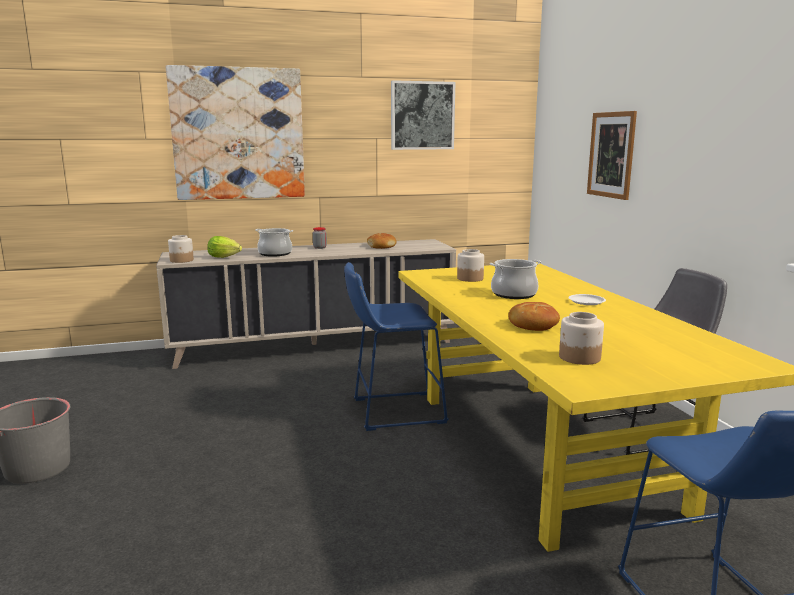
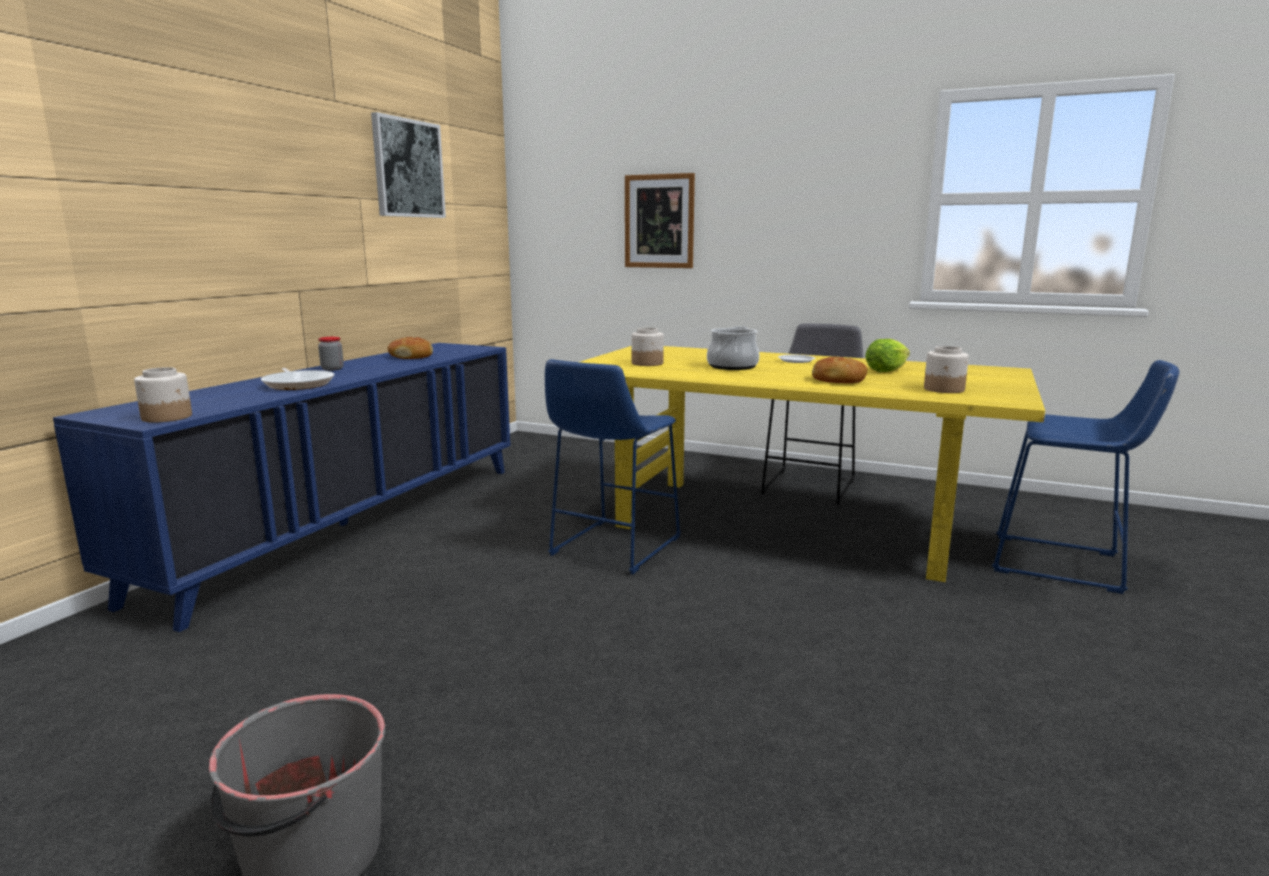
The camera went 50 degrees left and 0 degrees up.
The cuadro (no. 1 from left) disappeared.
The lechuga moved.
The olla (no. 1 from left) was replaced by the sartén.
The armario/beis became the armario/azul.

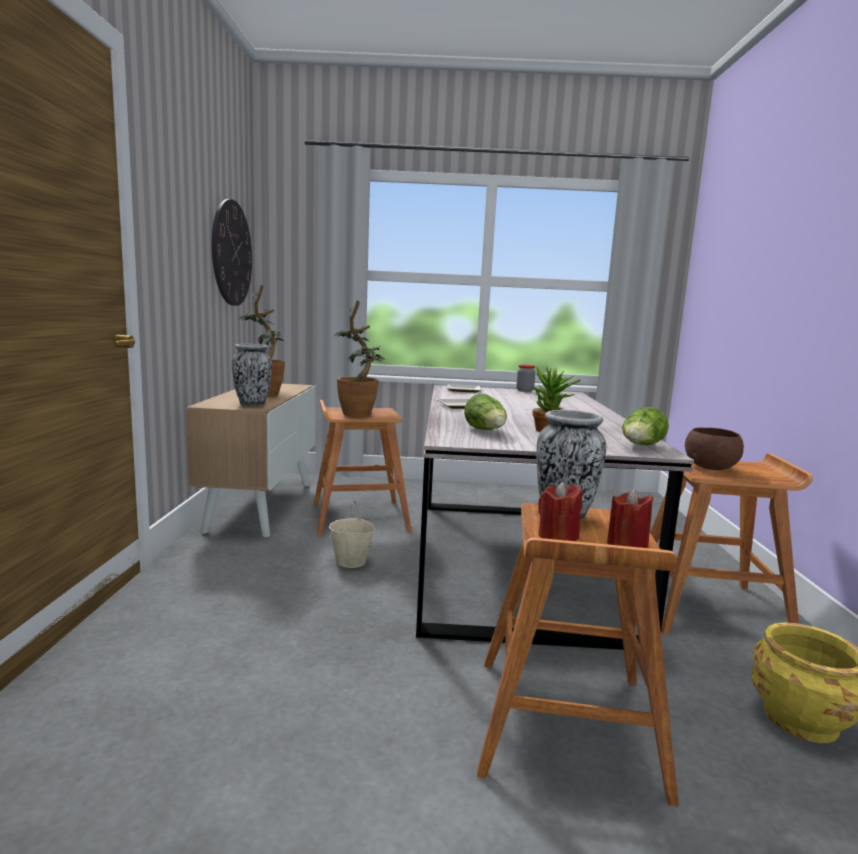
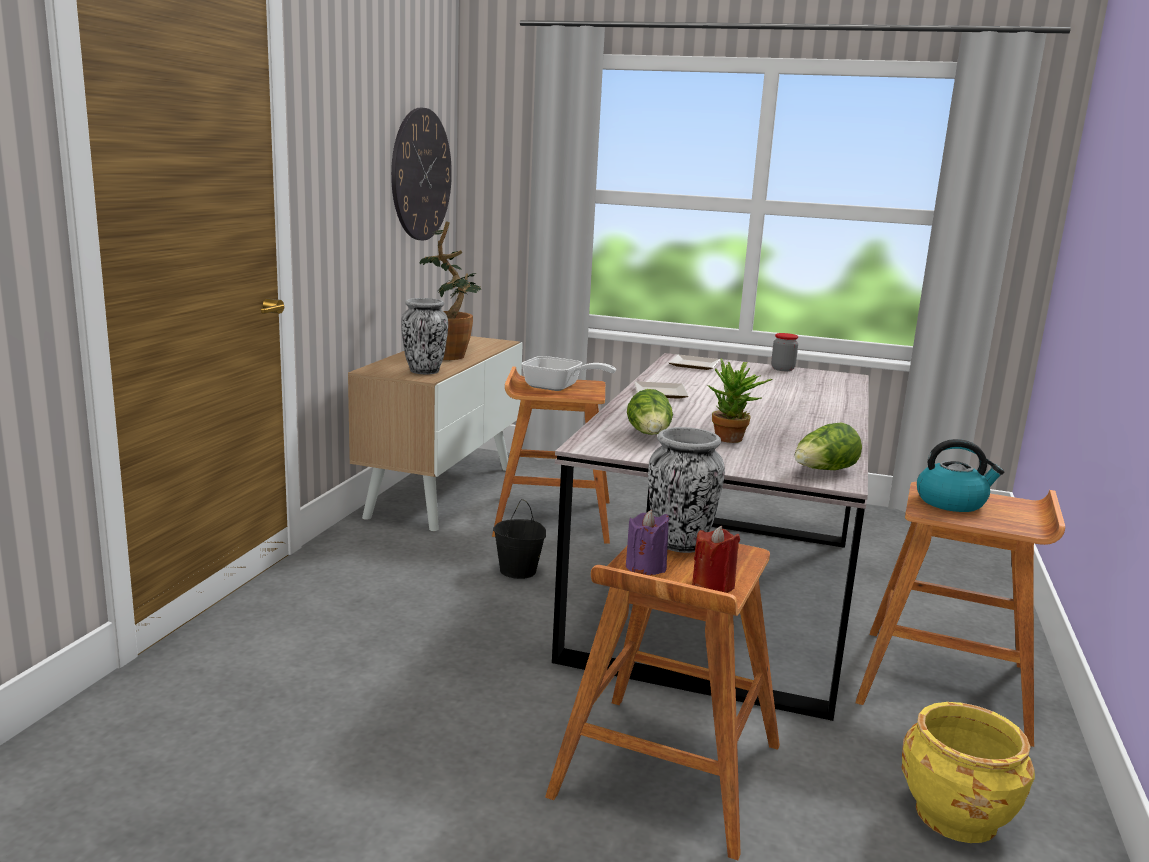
The camera went 15 degrees right and 5 degrees up.
The planta en maceta (no. 2 from left) was replaced by the sartén.
The cuenco/marrón was replaced by the hervidor.
The cubo/beis became the cubo/negro.
The vela/rojo (no. 1 from left) became the vela/morado.

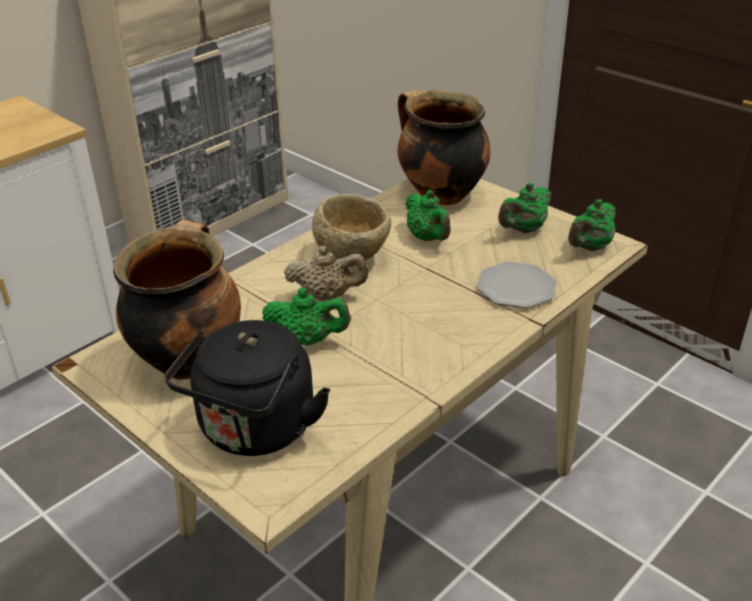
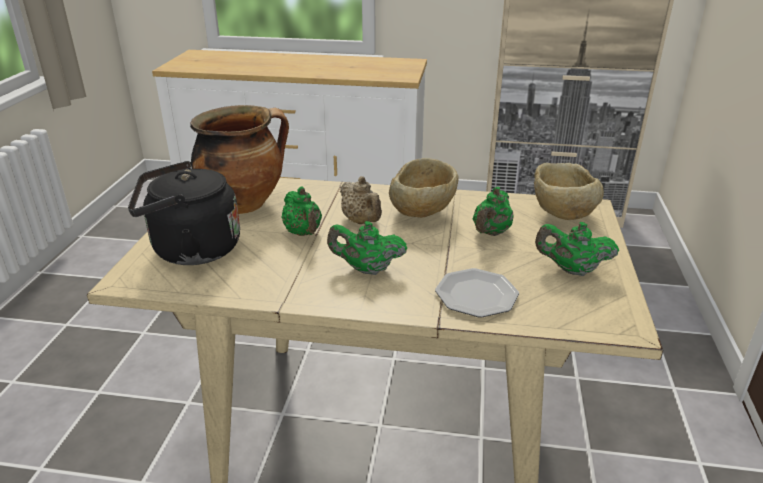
The camera went 55 degrees right and 5 degrees down.
The tetera/verde (no. 4 from left in the first image) moved.
The olla (no. 2 from left) was replaced by the cuenco/beis (no. 2 from left).

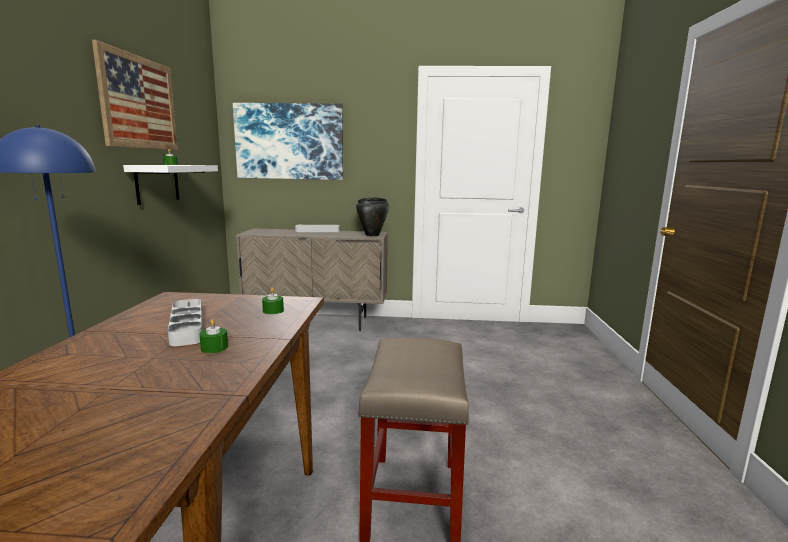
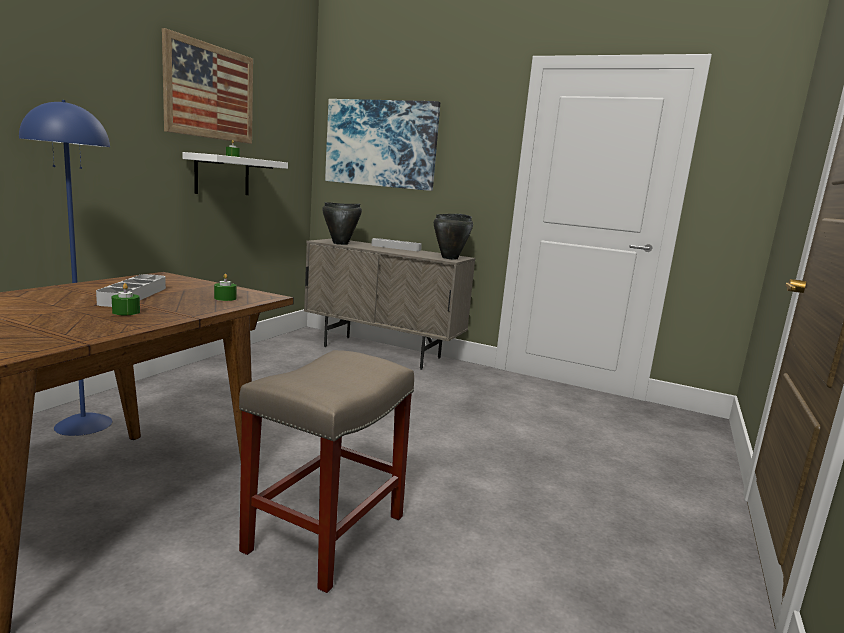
The camera went 20 degrees right and 0 degrees up.
The olla/negro (no. 1 from left) appeared.

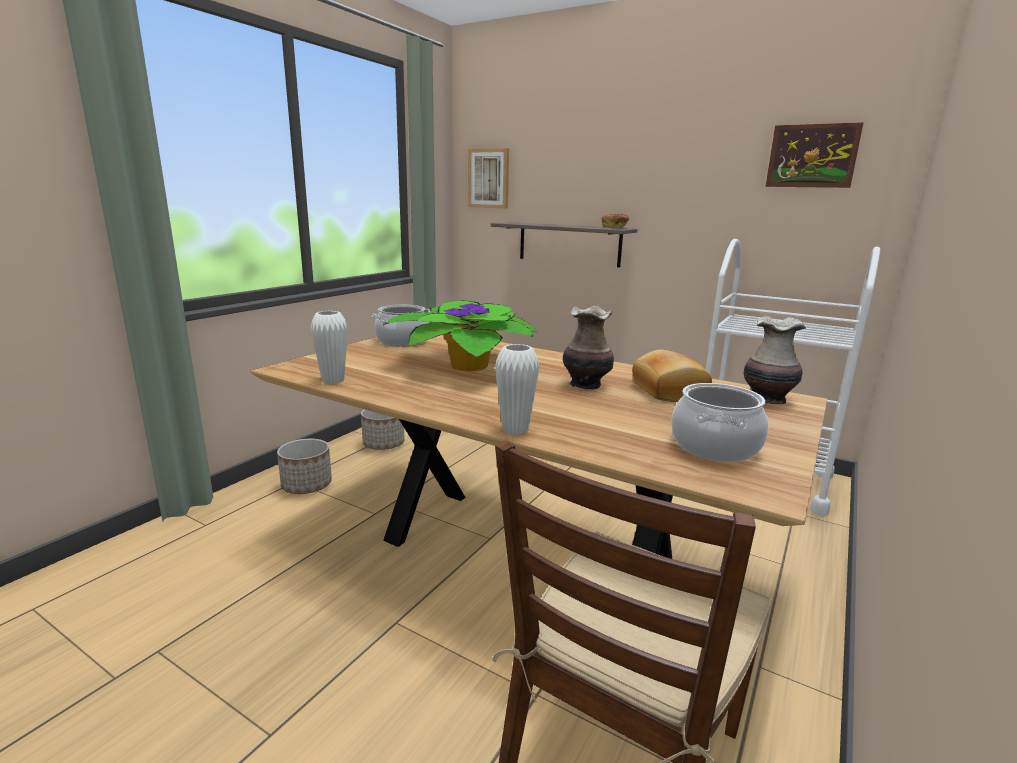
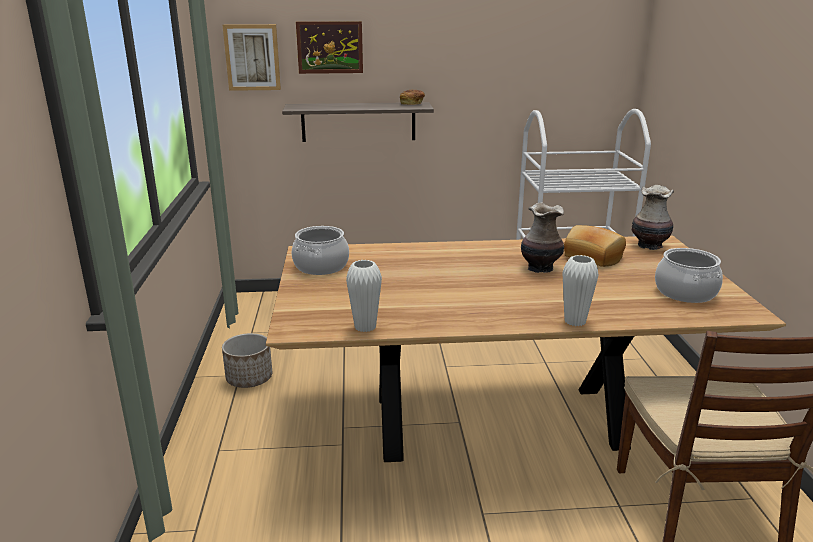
The camera went 35 degrees left and 5 degrees up.
The maceta (no. 1 from left) disappeared.
The planta en maceta disappeared.
The cuadro (no. 2 from left) moved.

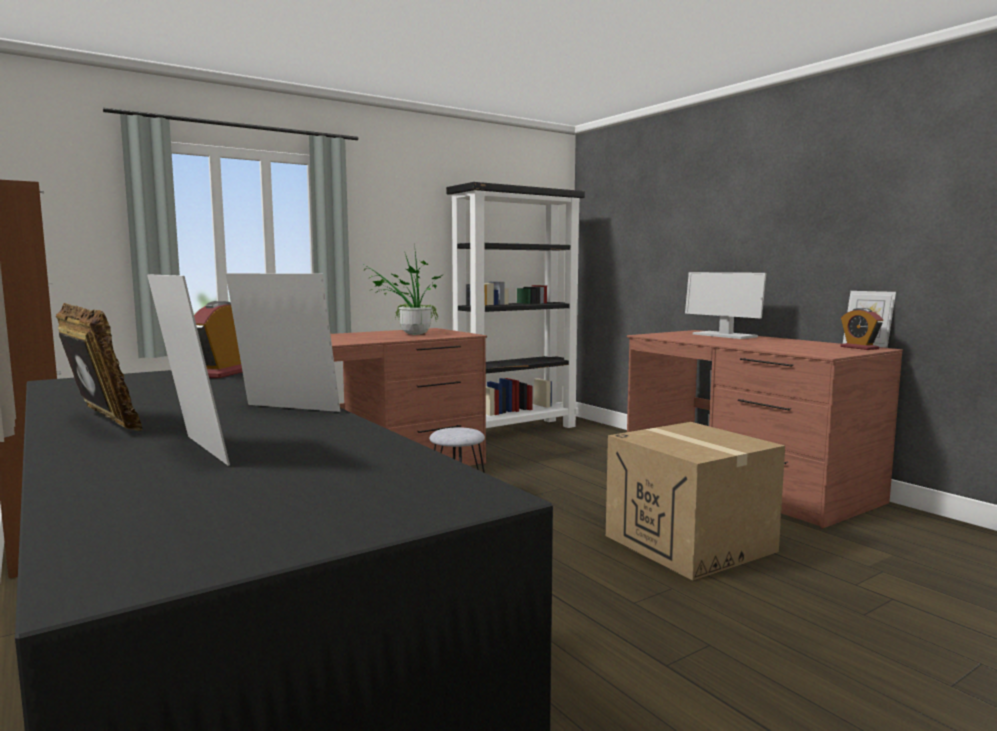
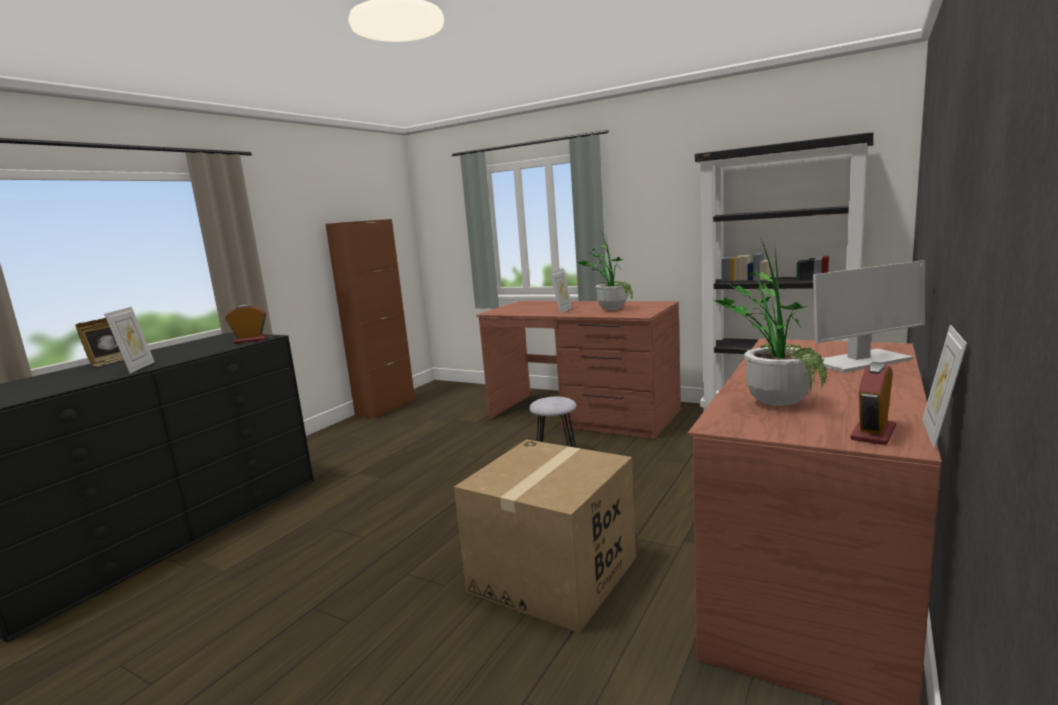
The camera went 65 degrees right and 5 degrees up.
The planta en maceta (no. 2 from left) appeared.
The portarretratos (no. 2 from left in the first image) moved.
The monitor turned 135 degrees counterclockwise.

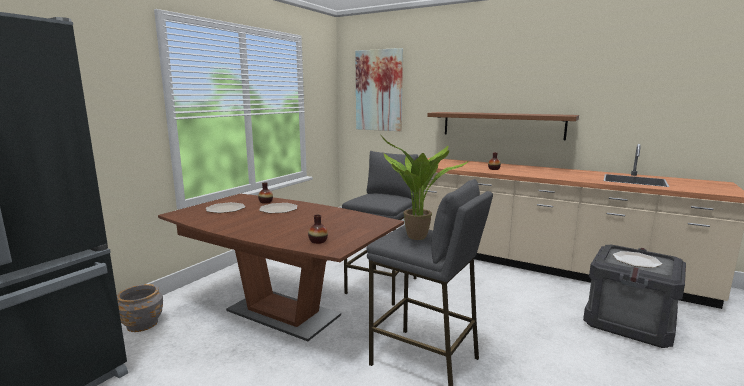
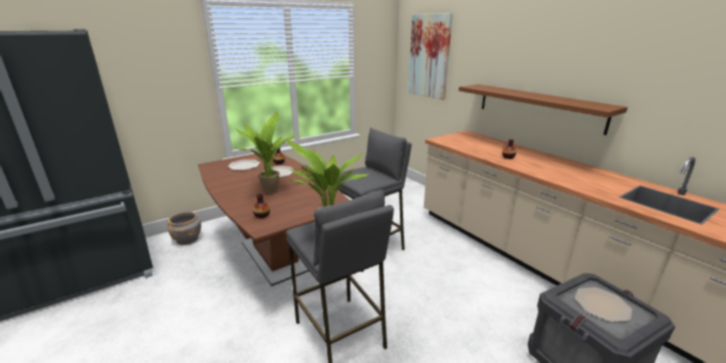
The camera went 25 degrees right and 10 degrees up.
The planta en maceta (no. 1 from left) appeared.

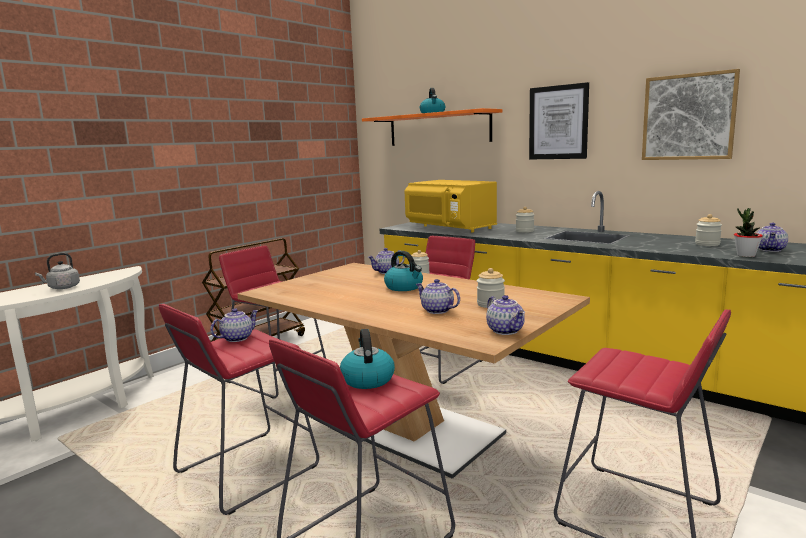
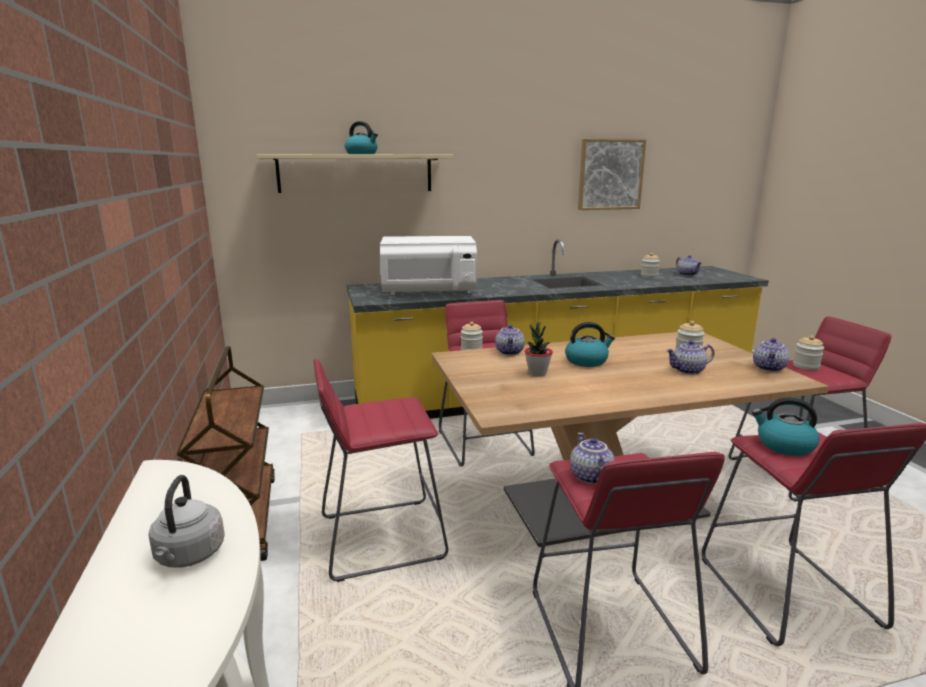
The camera went 55 degrees left and 5 degrees up.
The cuadro (no. 1 from left) disappeared.
The tarro (no. 3 from left in the first image) moved.
The planta en maceta moved.
The estante/naranja became the estante/beis.
The microondas/amarillo became the microondas/blanco.
The tetera (no. 4 from left in the first image) turned 105 degrees clockwise.

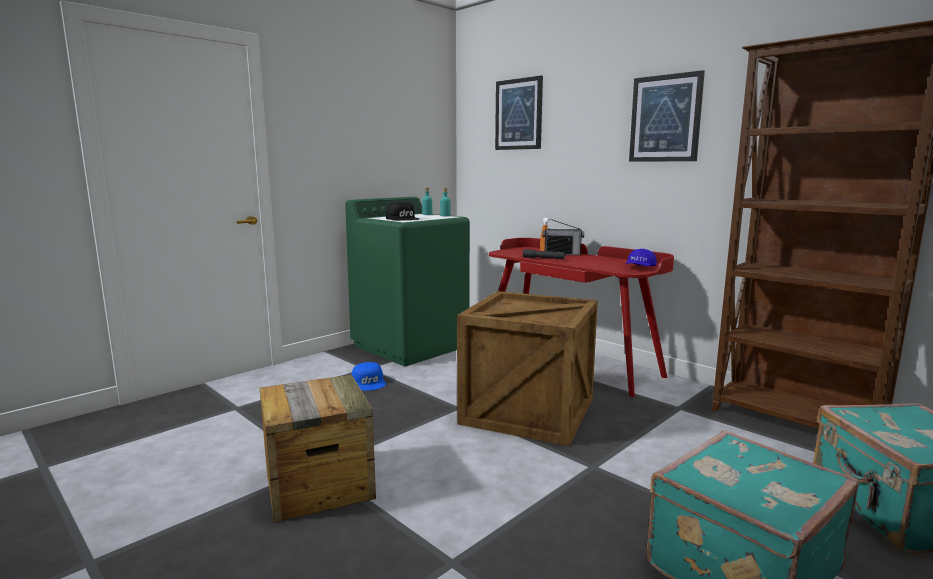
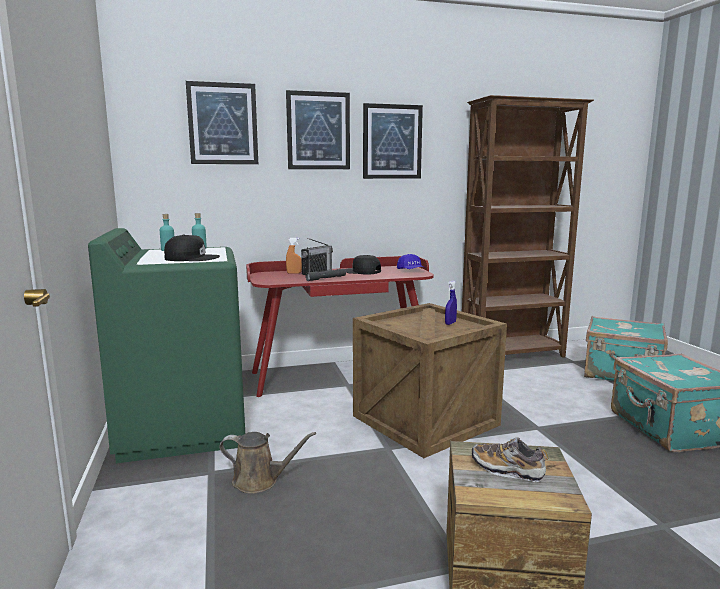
The camera went 60 degrees left and 0 degrees up.
The cuadro (no. 2 from left) appeared.
The gorra/negro (no. 2 from left) appeared.
The pulverizador/azul appeared.
The zapato appeared.
The gorra/azul (no. 1 from left) was replaced by the regadera/marrón.

